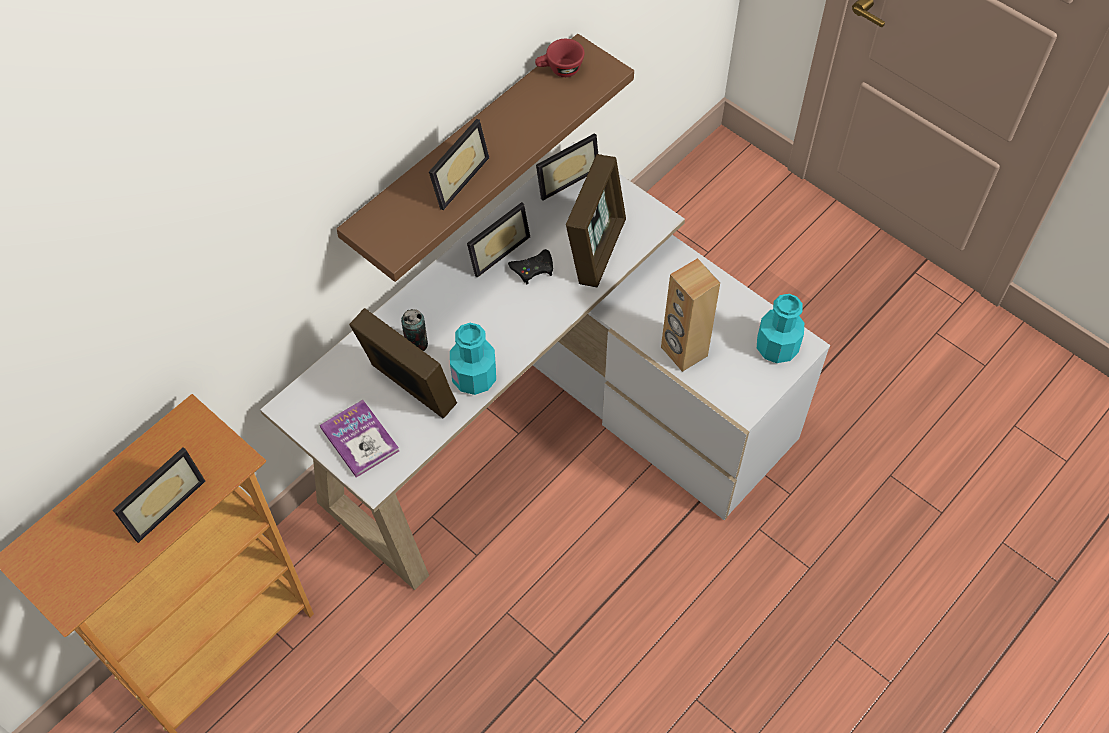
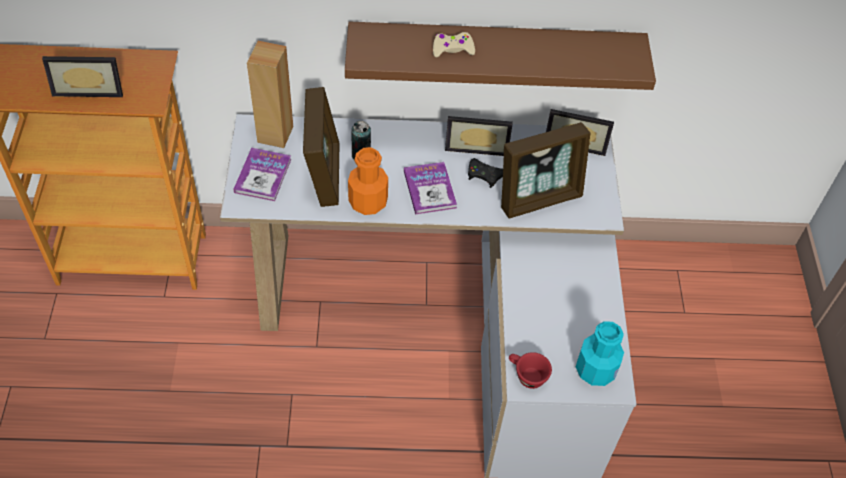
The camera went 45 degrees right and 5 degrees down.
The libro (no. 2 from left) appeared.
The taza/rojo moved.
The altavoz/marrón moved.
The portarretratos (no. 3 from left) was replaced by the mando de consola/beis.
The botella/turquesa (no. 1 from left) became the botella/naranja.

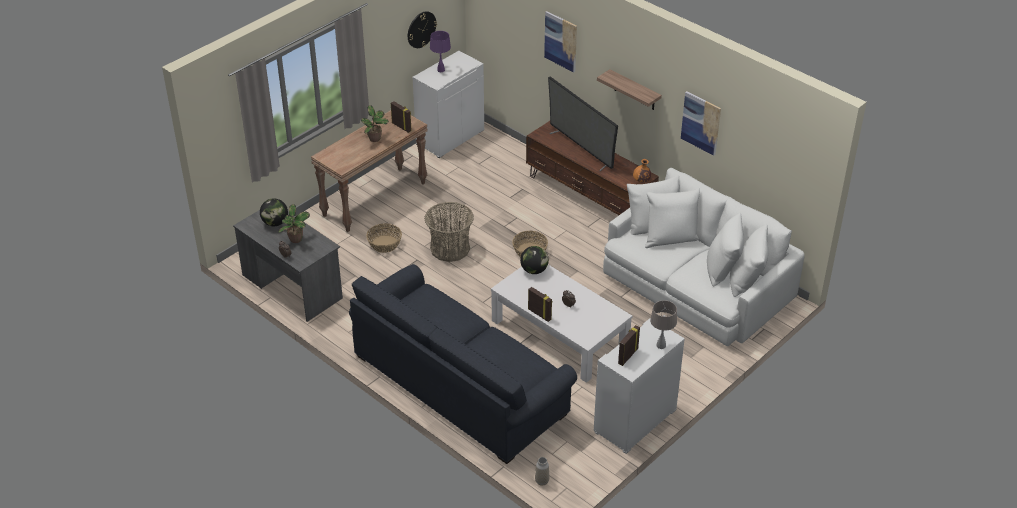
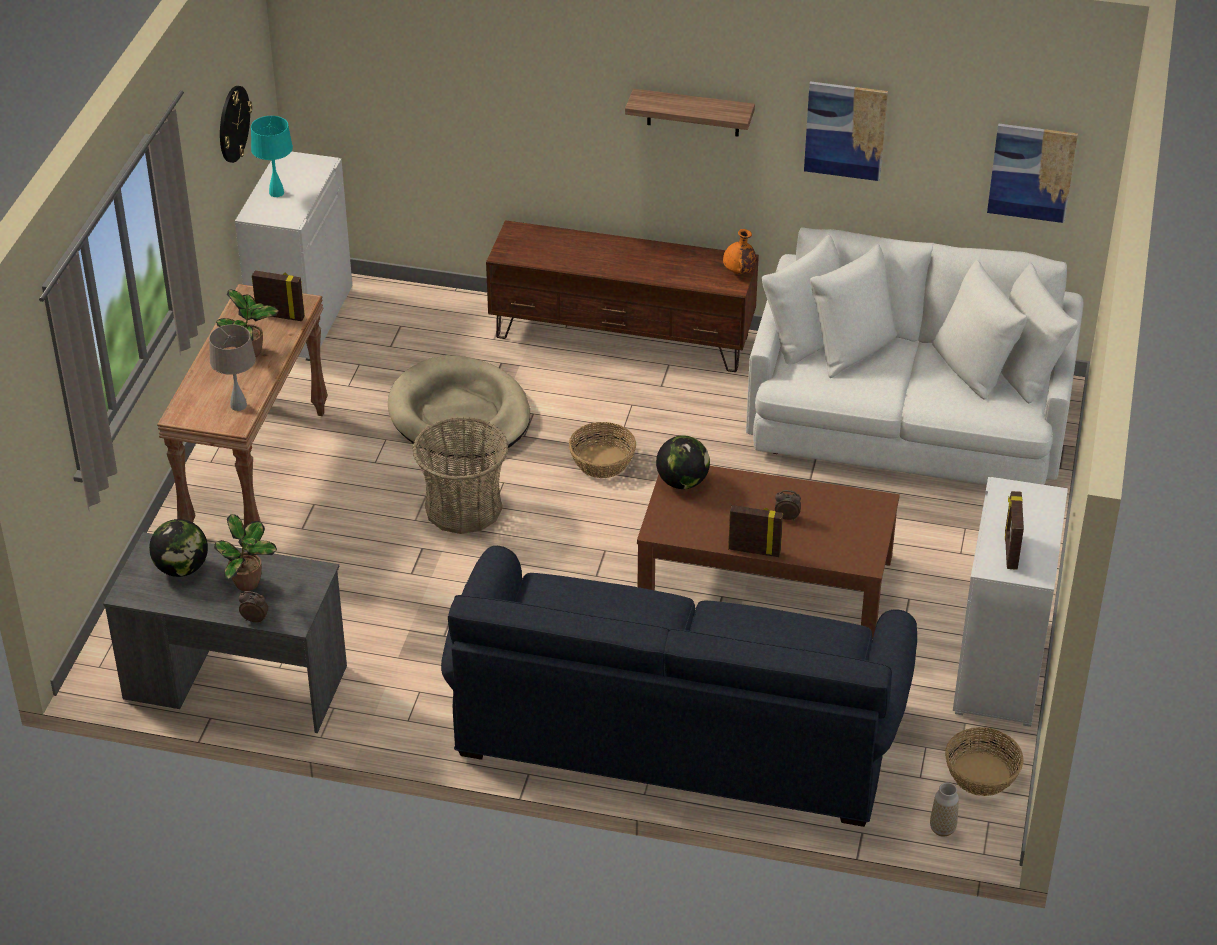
The camera went 30 degrees left and 0 degrees up.
The televisor disappeared.
The cama para perro/beis appeared.
The cesta (no. 1 from left in the first image) moved.
The cuadro (no. 1 from left in the first image) moved.
The lámpara de mesa/beis moved.
The lámpara de mesa/morado became the lámpara de mesa/turquesa.
The mesa de centro/blanco became the mesa de centro/marrón.

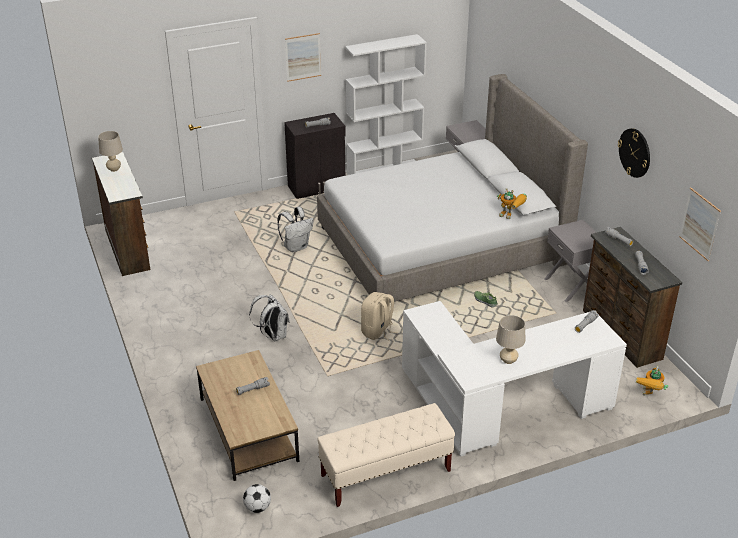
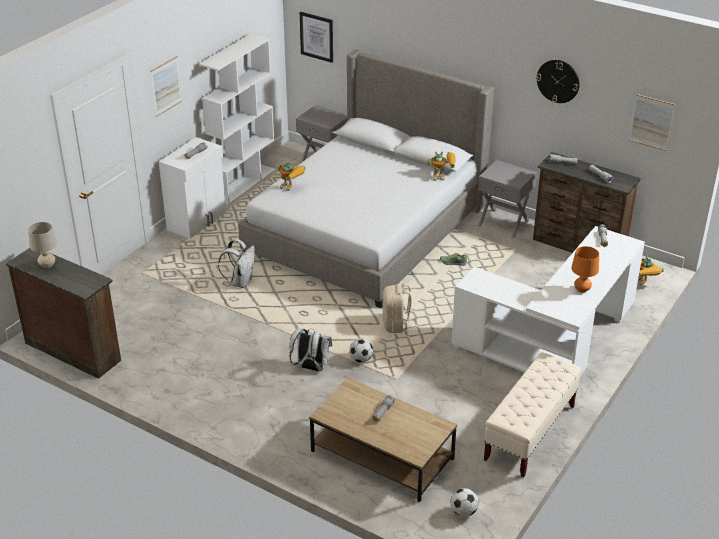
The camera went 35 degrees left and 0 degrees up.
The robot de juguete (no. 1 from left) appeared.
The cuadro (no. 2 from left) appeared.
The balón de fútbol (no. 1 from left) appeared.
The armario/negro became the armario/blanco.
The lámpara de mesa/beis (no. 2 from left) became the lámpara de mesa/naranja.

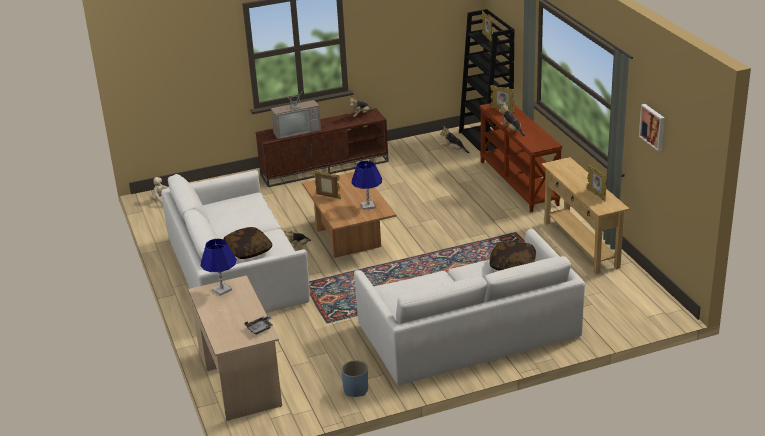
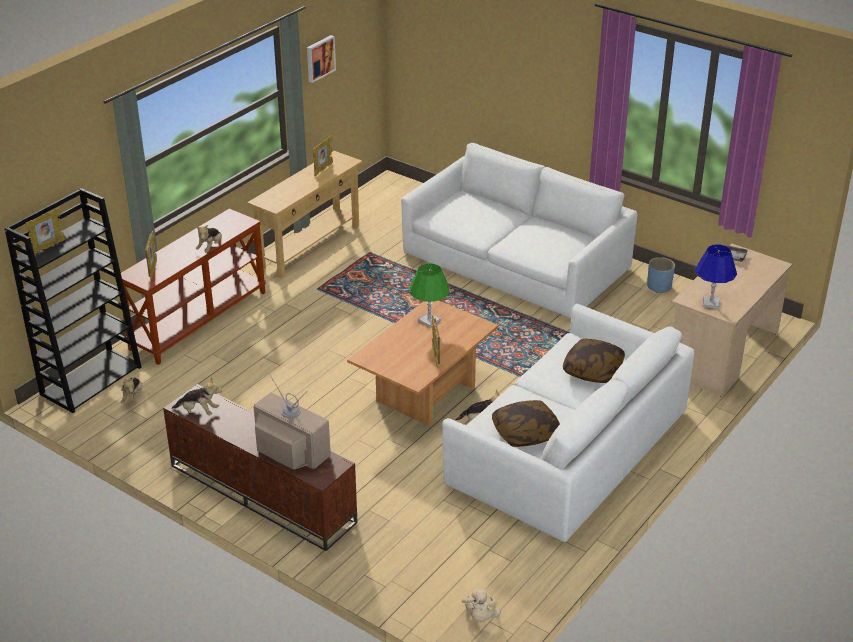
The camera went 125 degrees left and 5 degrees up.
The cojín (no. 2 from left in the first image) moved.
The lámpara de mesa/azul (no. 2 from left) became the lámpara de mesa/verde.

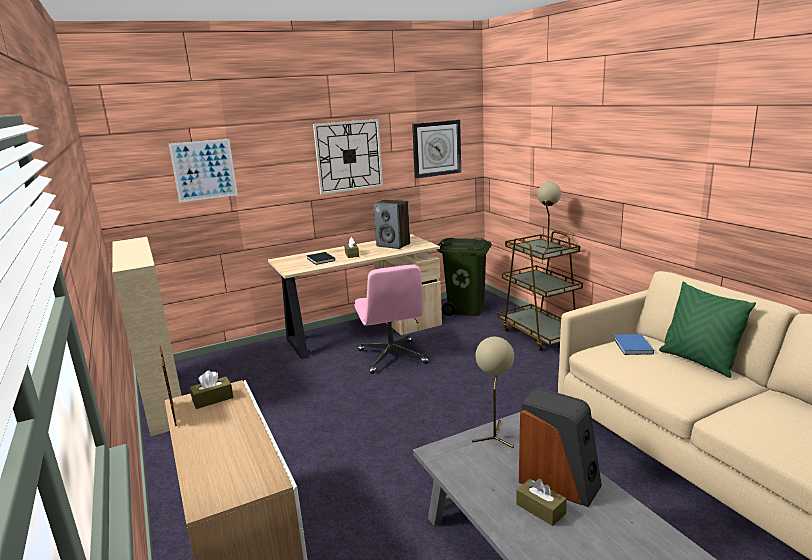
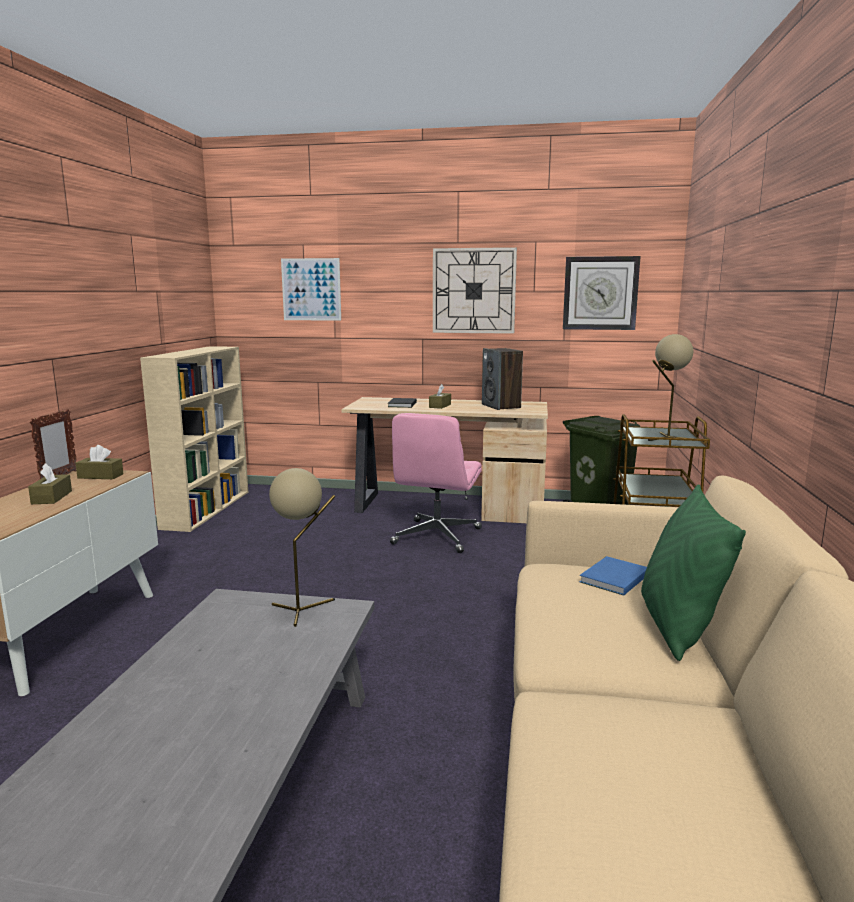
The camera went 35 degrees right and 5 degrees down.
The altavoz (no. 2 from left) disappeared.
The caja de pañuelos/marrón (no. 3 from left in the first image) moved.

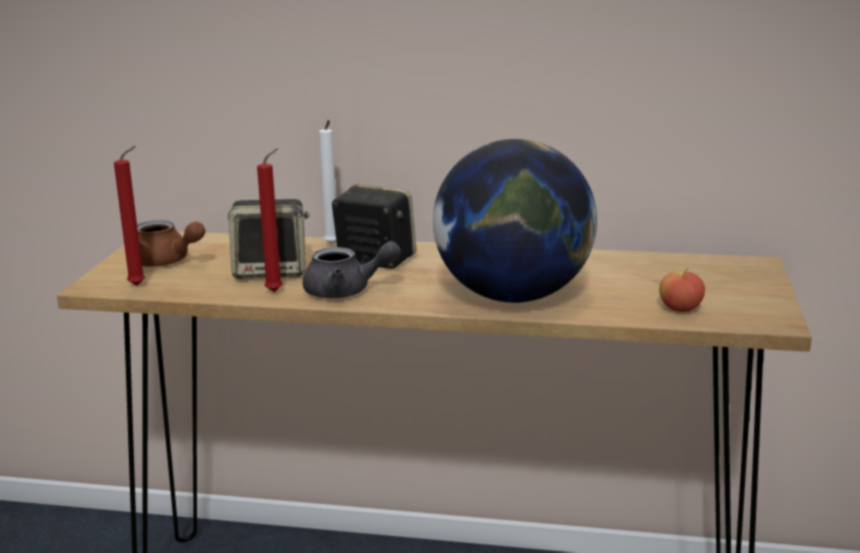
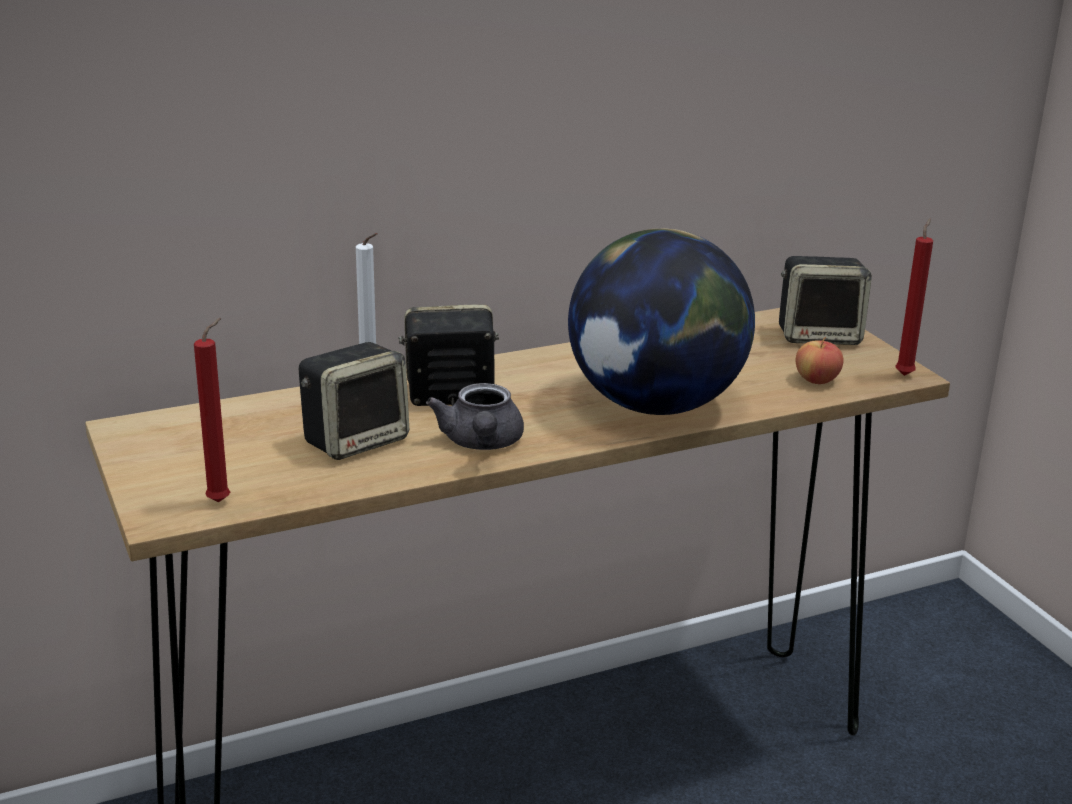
The camera went 35 degrees left and 5 degrees up.
The tetera/marrón disappeared.
The altavoz (no. 3 from left) appeared.
The vela/rojo (no. 2 from left) moved.
The tetera/gris turned 120 degrees clockwise.

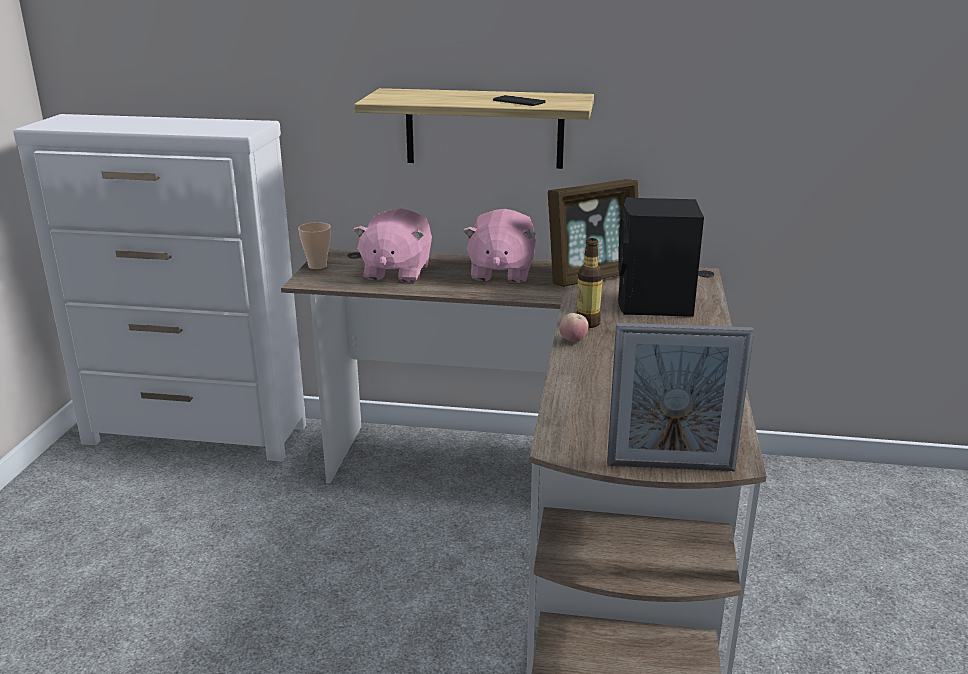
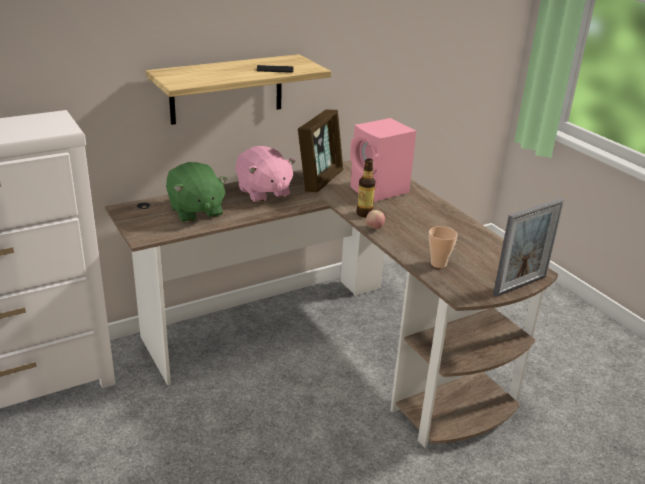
The camera went 40 degrees left and 5 degrees up.
The taza moved.
The peluche/rosa (no. 1 from left) became the peluche/verde.
The altavoz/negro became the altavoz/rosa.

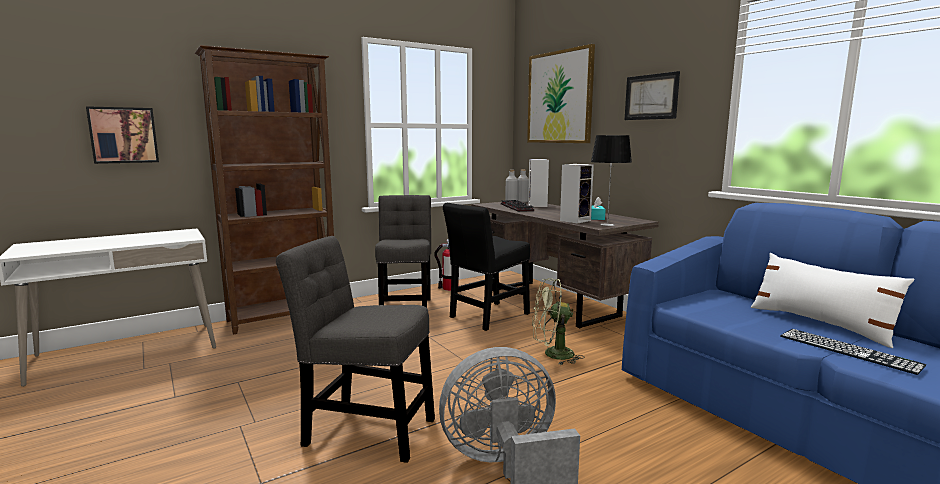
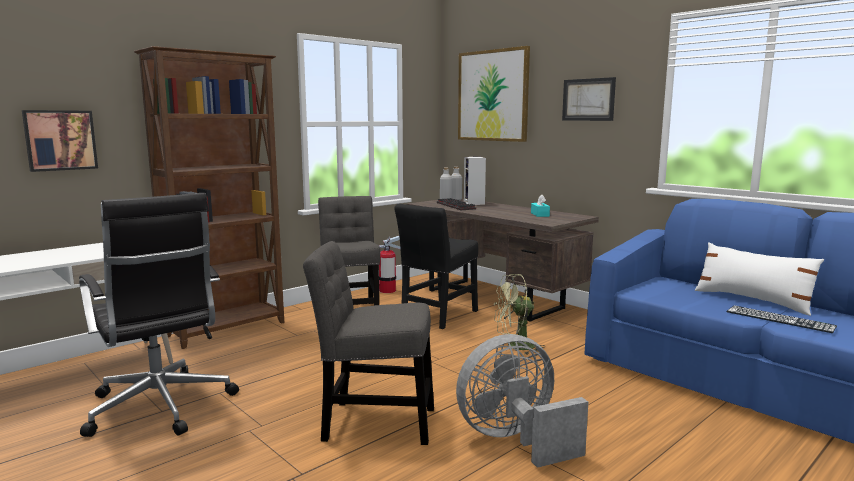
The camera went 10 degrees left and 0 degrees up.
The altavoz (no. 2 from left) disappeared.
The lámpara de mesa disappeared.
The silla de oficina/negro appeared.

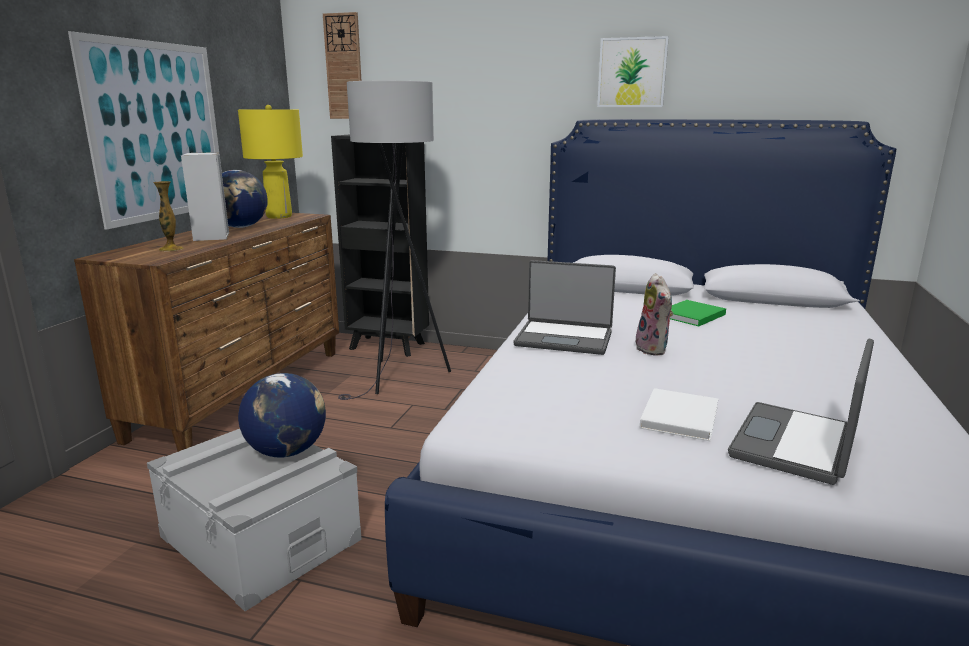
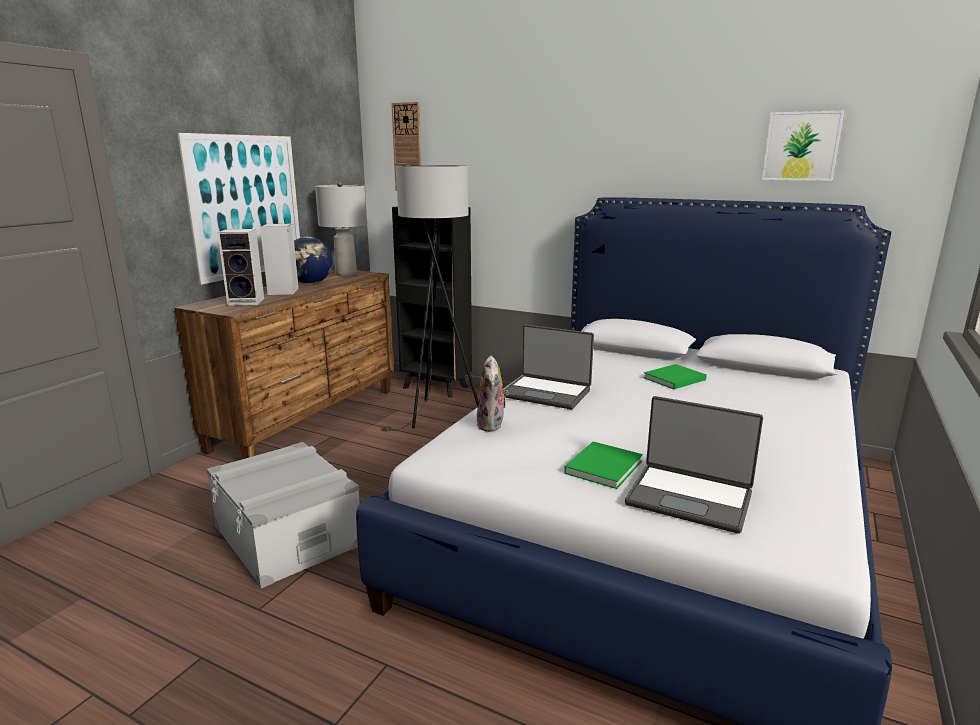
The camera went 10 degrees right and 0 degrees up.
The globo terráqueo (no. 2 from left) disappeared.
The cuadro (no. 2 from left) moved.
The peluche moved.
The florero was replaced by the altavoz (no. 1 from left).
The lámpara de mesa/amarillo became the lámpara de mesa/gris.
The libro/blanco became the libro/verde (no. 1 from left).
The portátil (no. 2 from left) turned 105 degrees counterclockwise.

